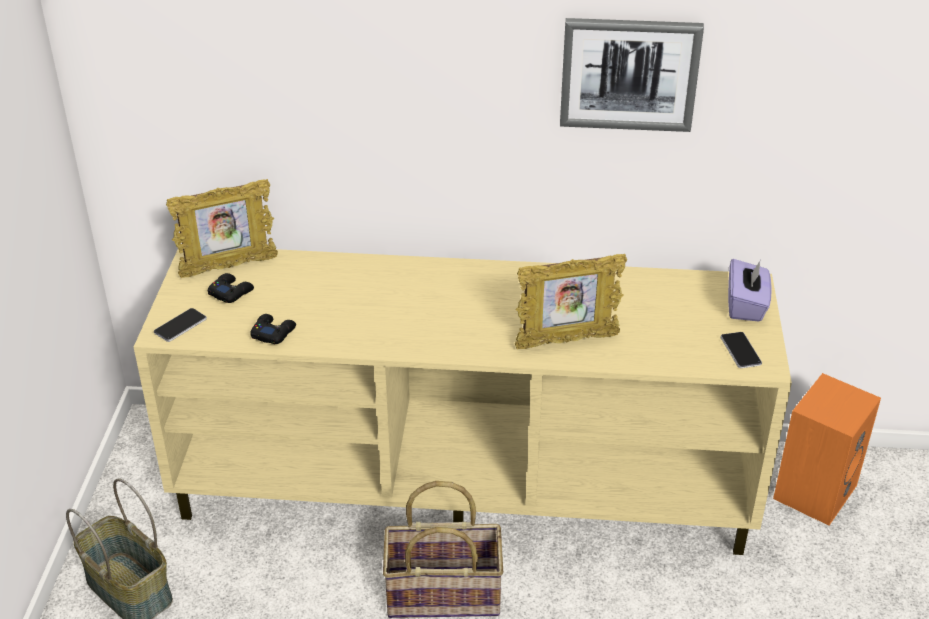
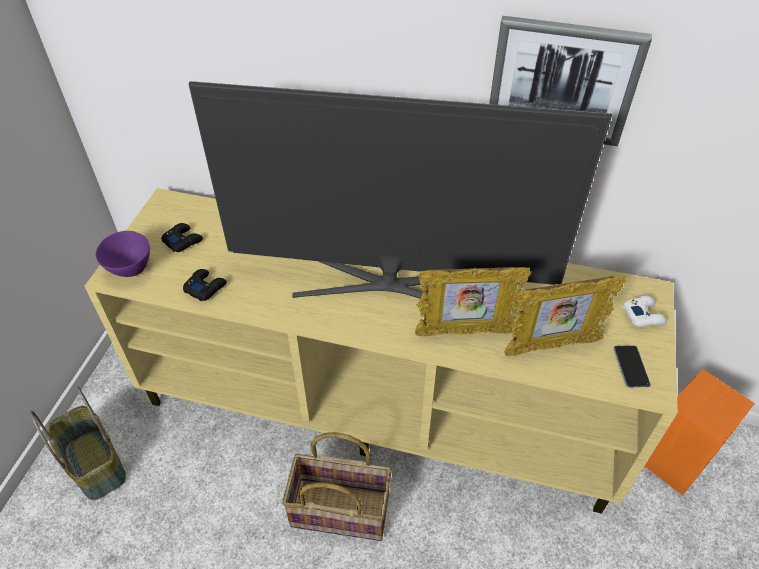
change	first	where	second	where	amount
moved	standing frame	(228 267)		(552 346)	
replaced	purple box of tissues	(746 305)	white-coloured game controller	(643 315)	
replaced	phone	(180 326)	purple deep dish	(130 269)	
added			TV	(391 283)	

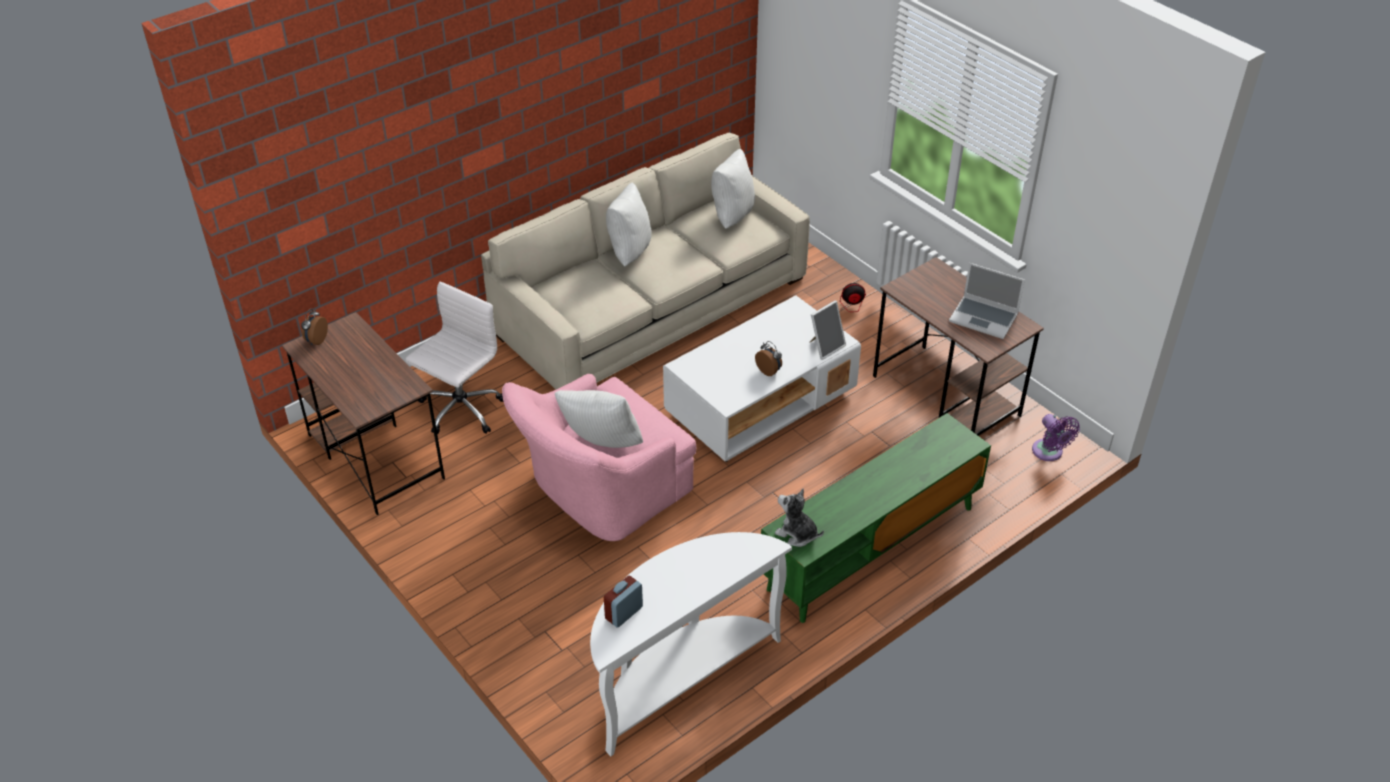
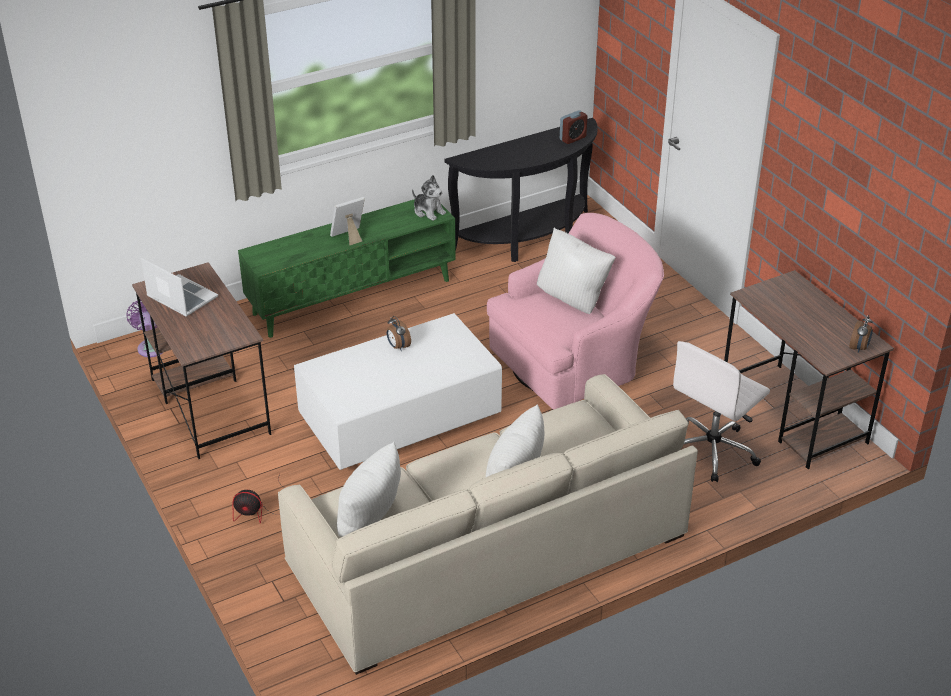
change	first	where	second	where	amount
moved	standing frame	(825 346)		(349 237)	
recoloured	white-coloured console table	(679 677)	black console table	(529 240)	

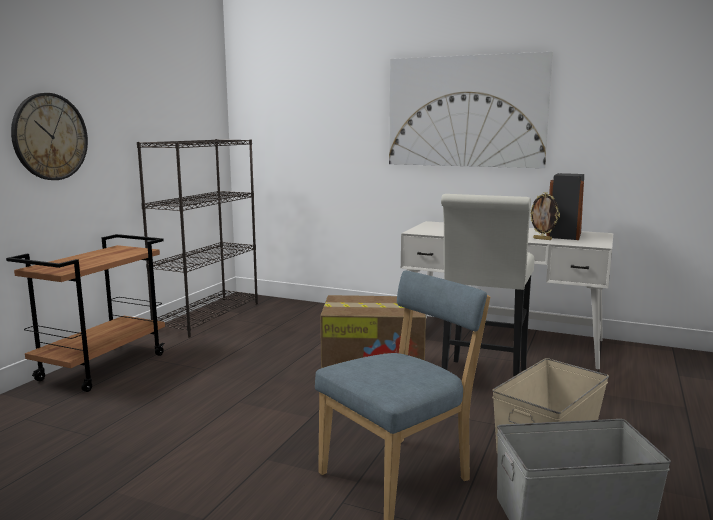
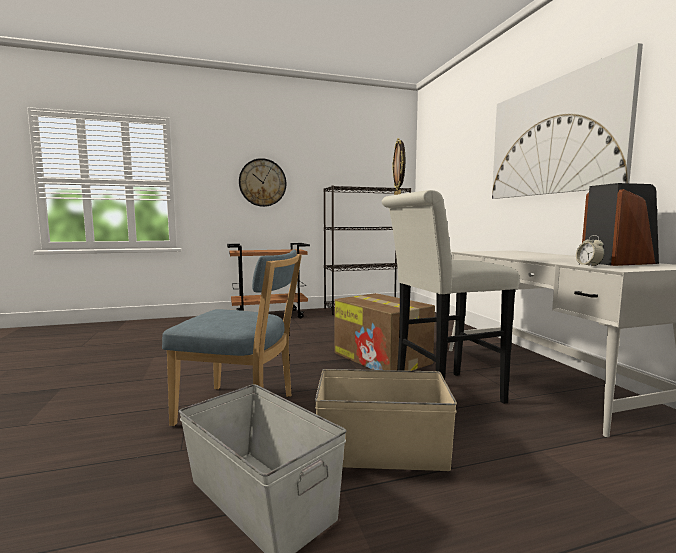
change	first	where	second	where	amount
moved	standing frame	(542 239)		(398 194)	
added			table clock	(588 266)	

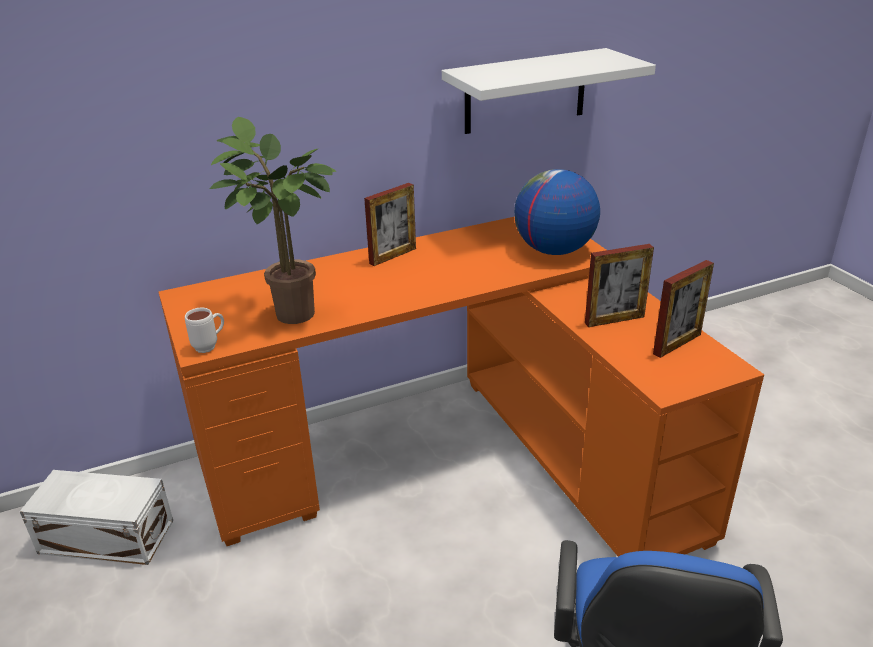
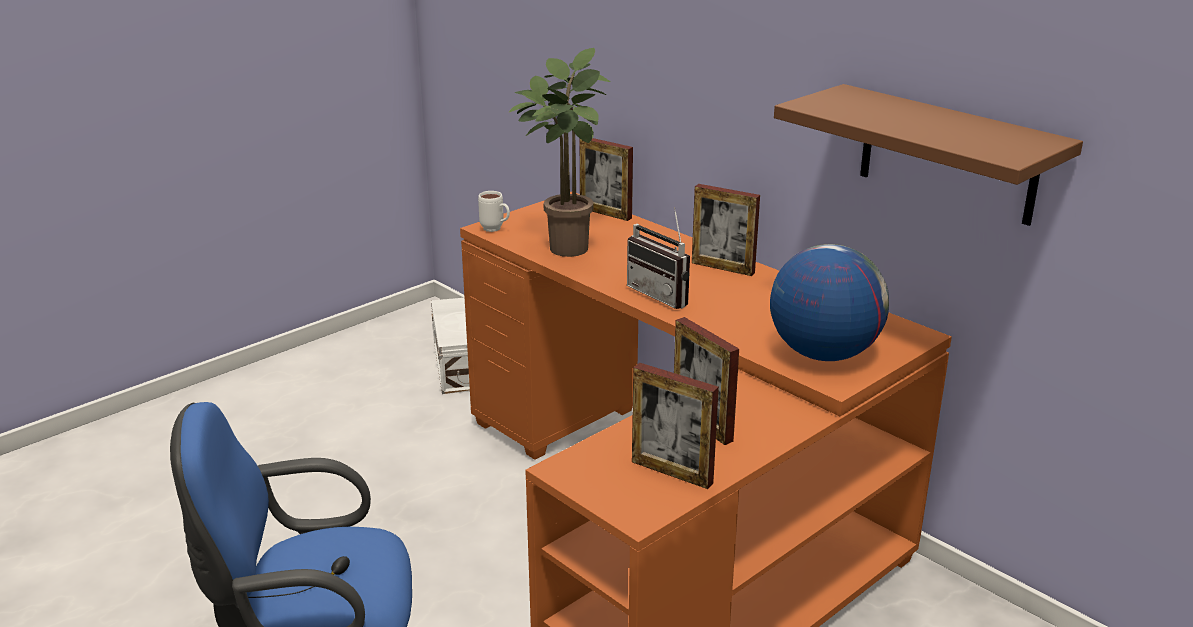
change	first	where	second	where	amount
recoloured	white-coloured bracket shelf	(525 91)	brownish bracket shelf	(948 155)	
added			standing frame	(605 213)	
added			radio receiver	(664 294)	

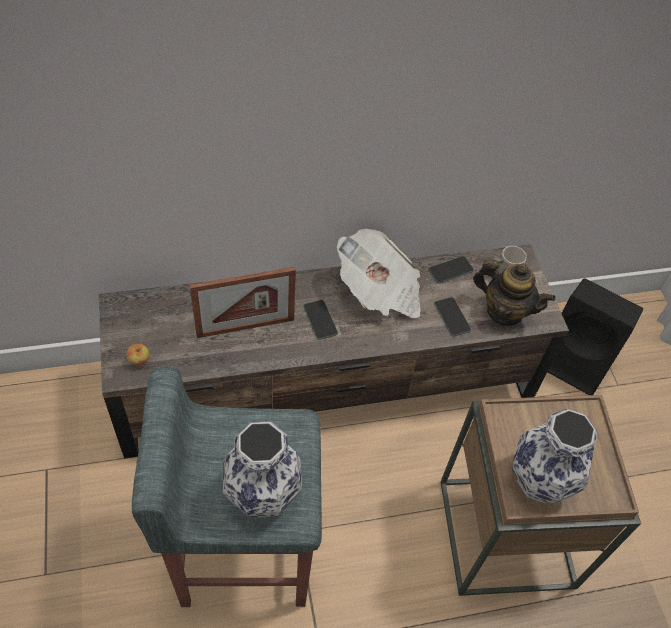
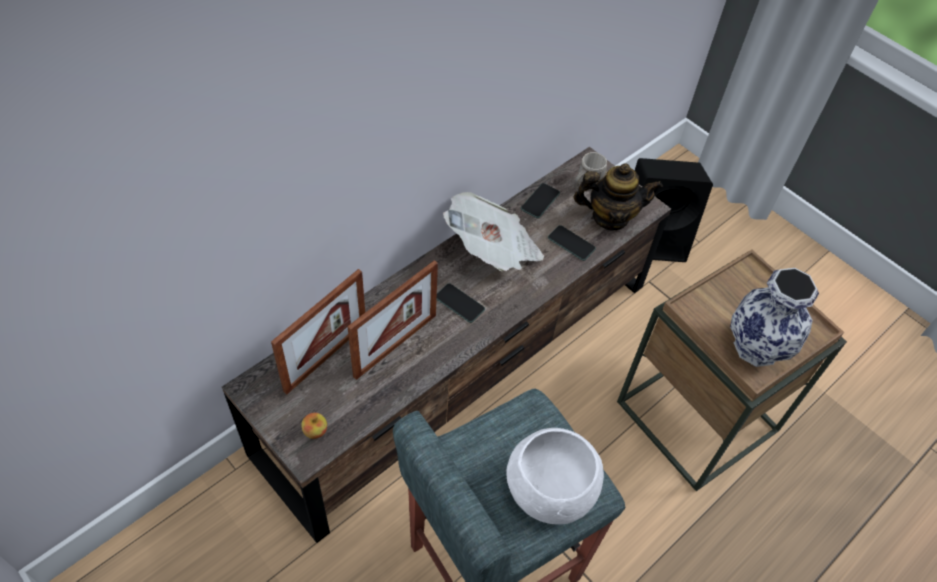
change	first	where	second	where	amount
replaced	flower vase	(261 494)	white-coloured deep dish	(550 490)	
added			standing frame	(326 357)	

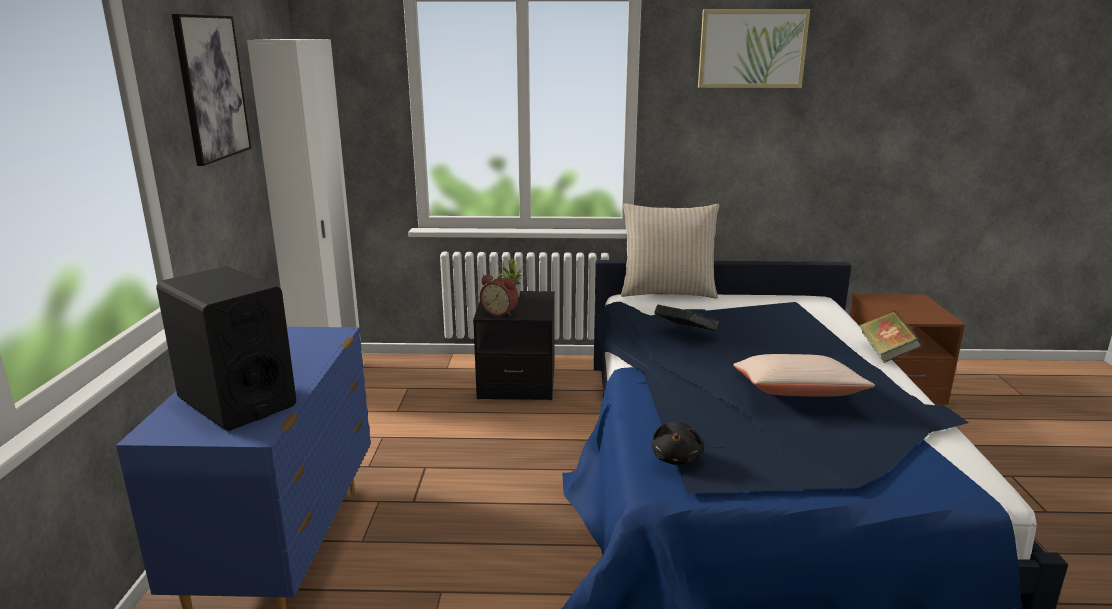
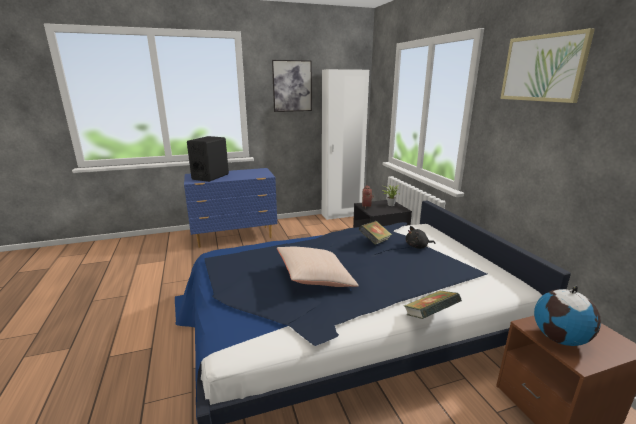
change	first	where	second	where	amount
removed	beige-coloured cushion	(667 292)			
moved	black cuddly toy	(677 458)		(418 246)	
added			world globe	(560 339)	

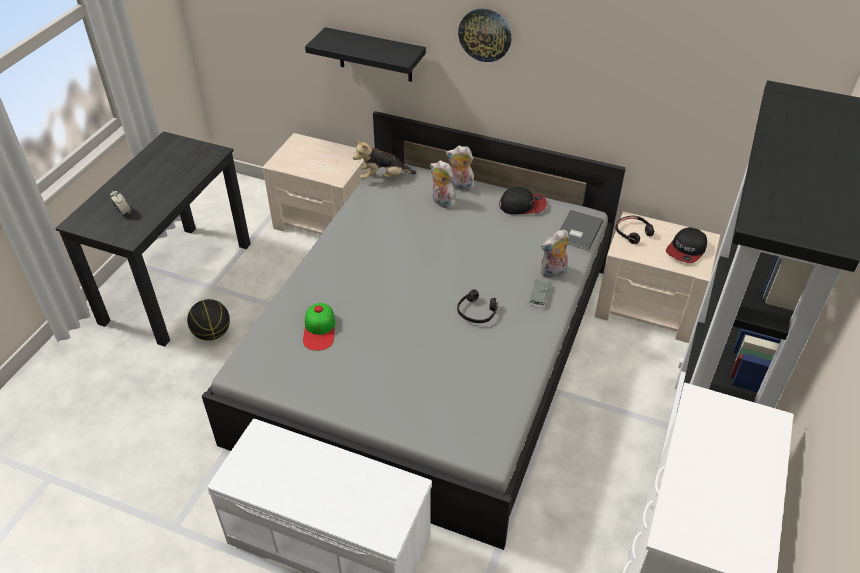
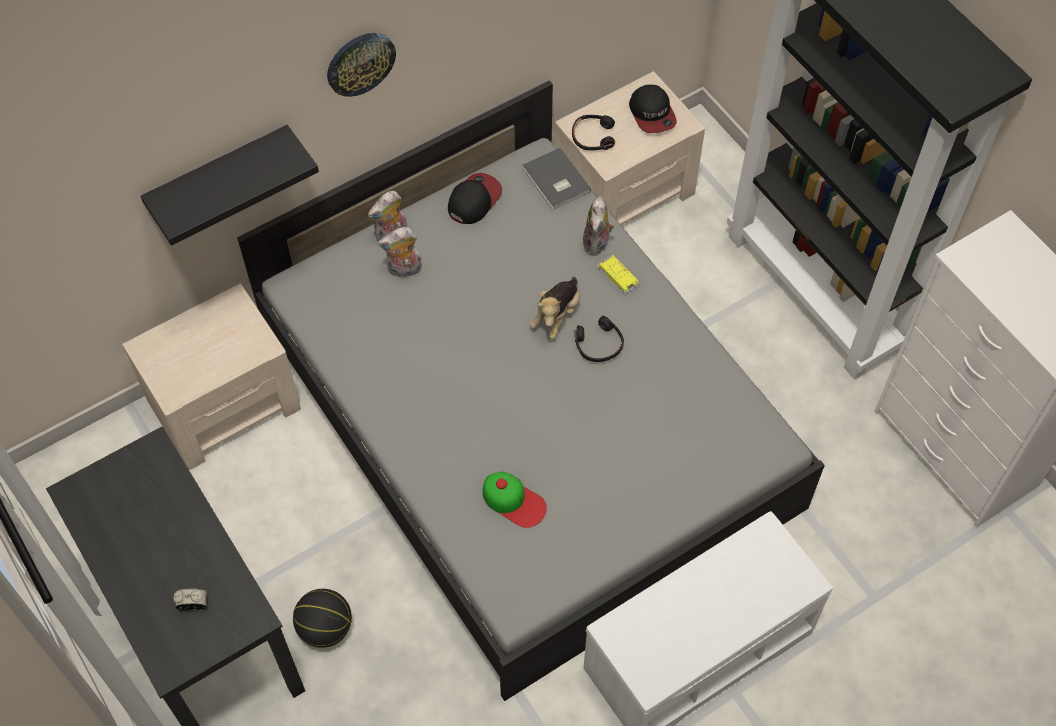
change	first	where	second	where	amount
moved	cuddly toy	(383 177)		(557 315)	
recoloured	gray miniature car	(539 295)	yellow miniature car	(618 276)	

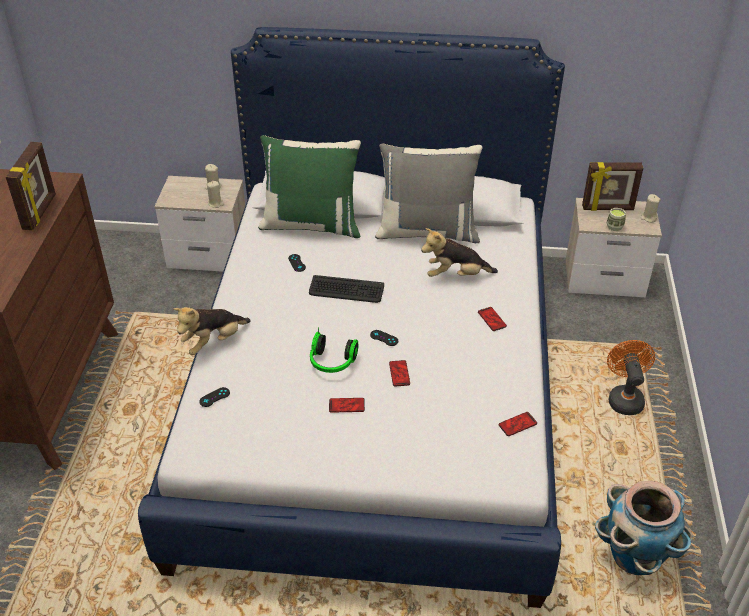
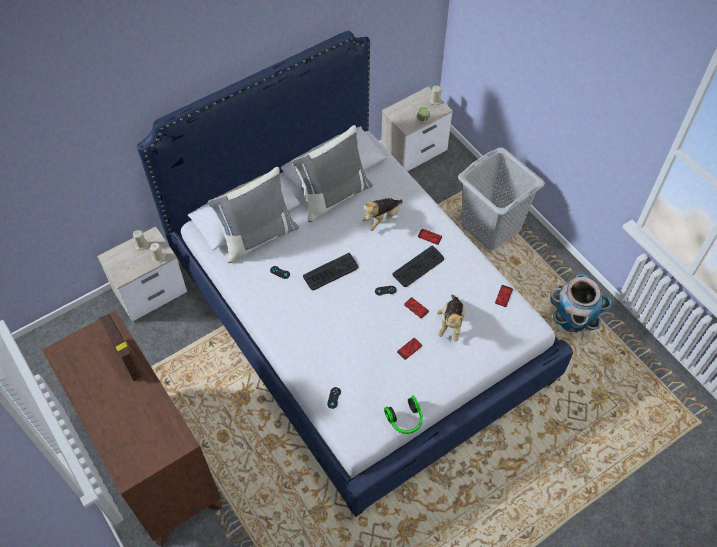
change	first	where	second	where	amount
recoloured	green-coloured cushion	(312 224)	gray cushion	(258 236)	
removed	standing frame	(607 208)			
moved	cuddly toy	(214 342)		(451 323)	
moved	pair of headphones	(332 363)		(405 420)	
replaced	orange cooling fan	(624 398)	gray laundry basket	(490 227)	
added			PC keyboard	(418 267)	

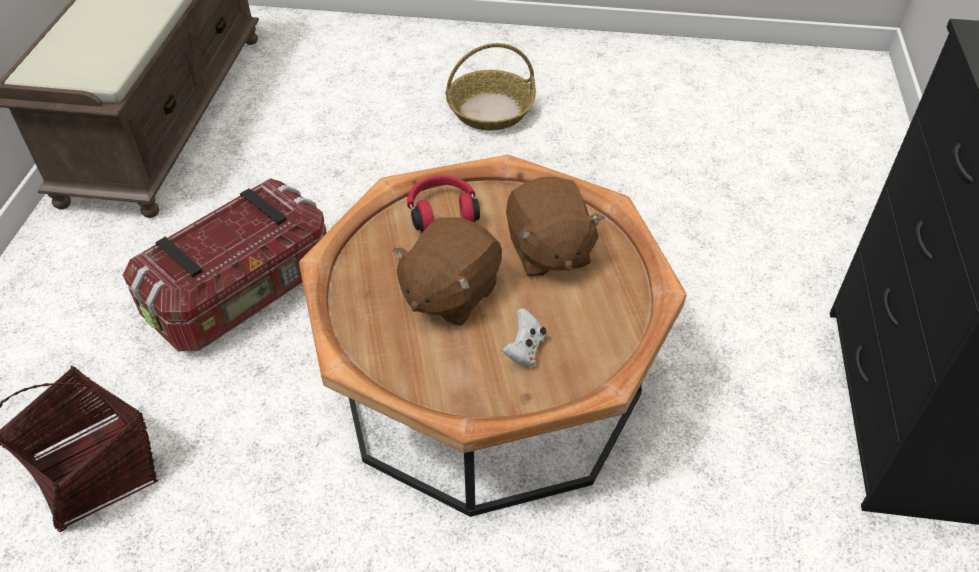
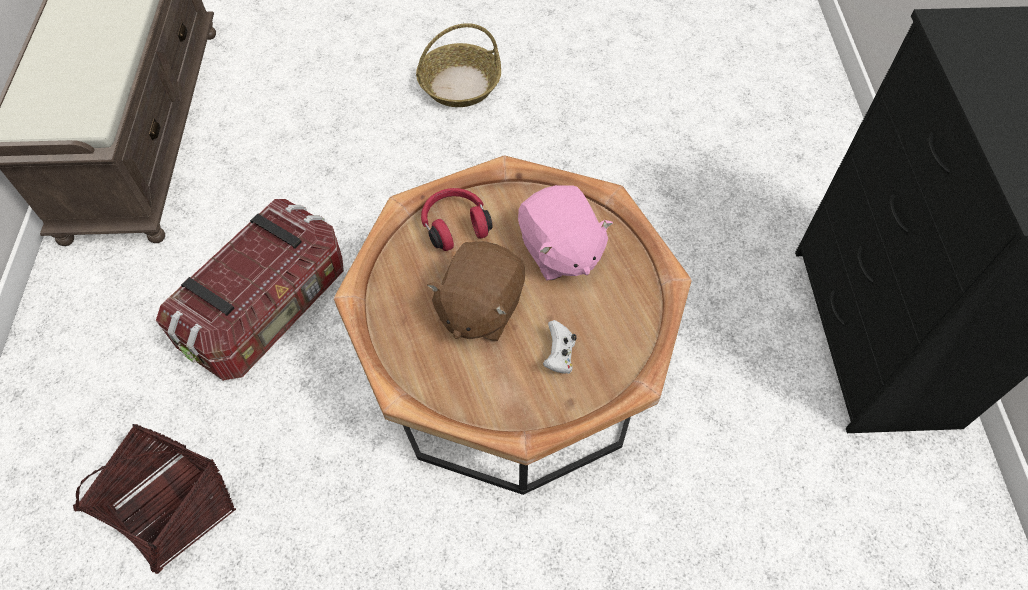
change	first	where	second	where	amount
recoloured	brownish cuddly toy	(548 251)	pinkish cuddly toy	(559 251)	

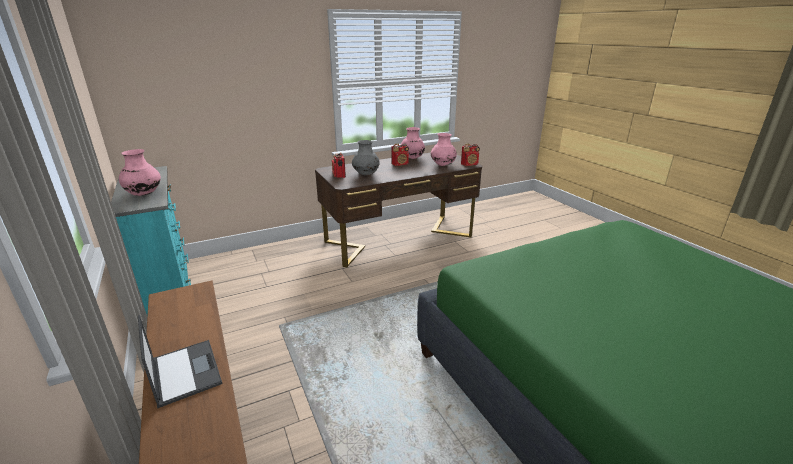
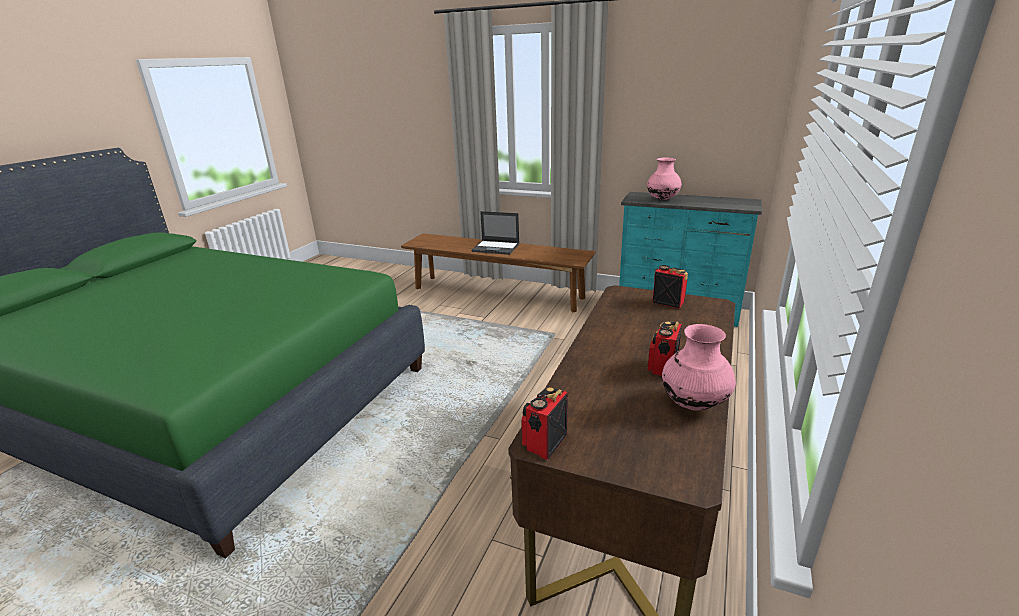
change	first	where	second	where	amount
removed	pinkish flower vase	(443 165)			
removed	gray flower vase	(366 174)			

